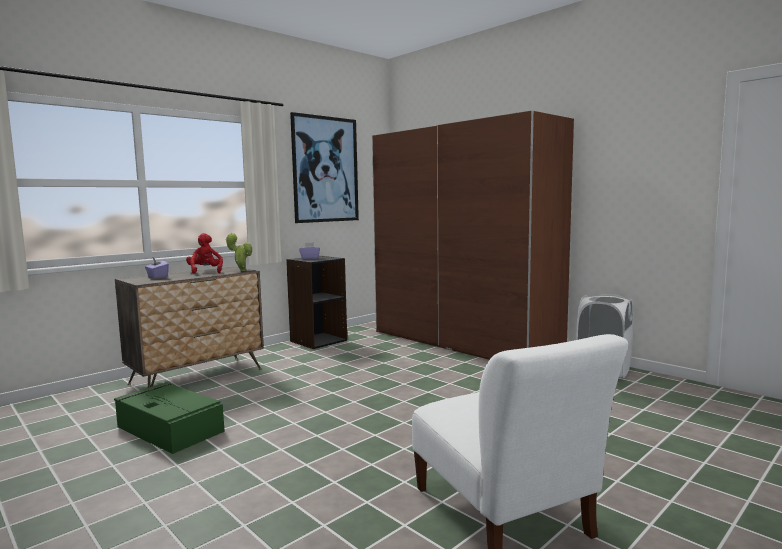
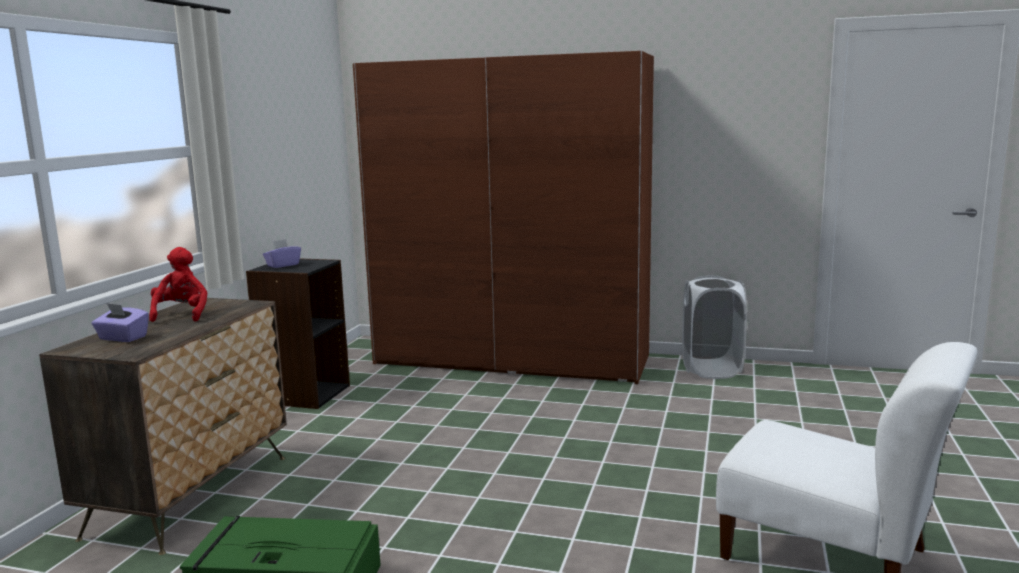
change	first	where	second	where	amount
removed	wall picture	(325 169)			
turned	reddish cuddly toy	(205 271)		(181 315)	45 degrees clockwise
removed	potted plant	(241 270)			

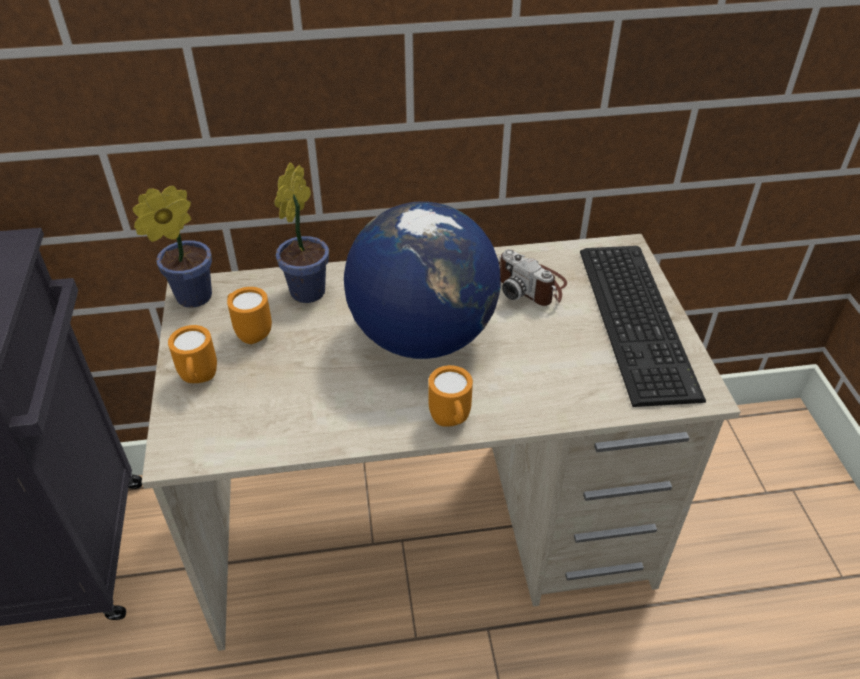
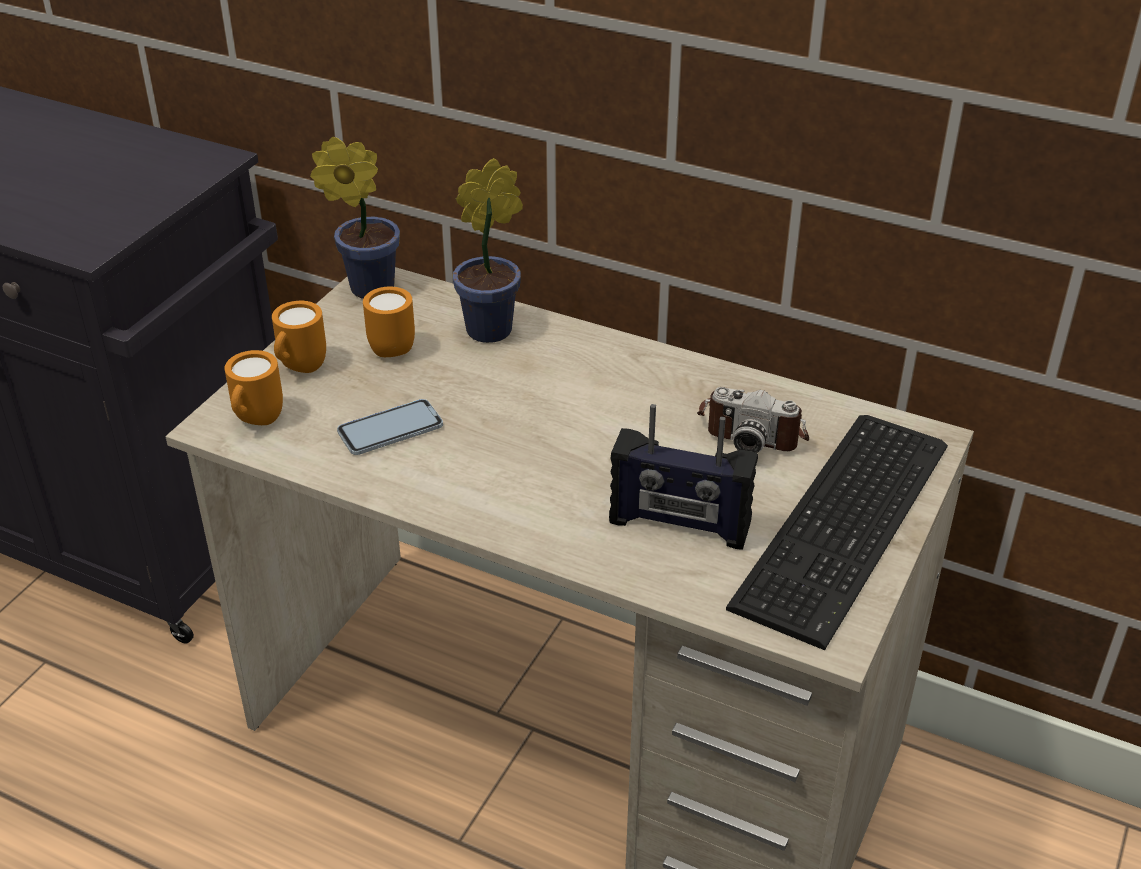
change	first	where	second	where	amount
removed	world globe	(422 336)			
turned	photo camera	(531 285)		(753 428)	60 degrees counterclockwise
moved	orange coffee mug	(451 422)		(256 422)	
added			phone	(390 429)	
added			radio receiver	(679 525)	

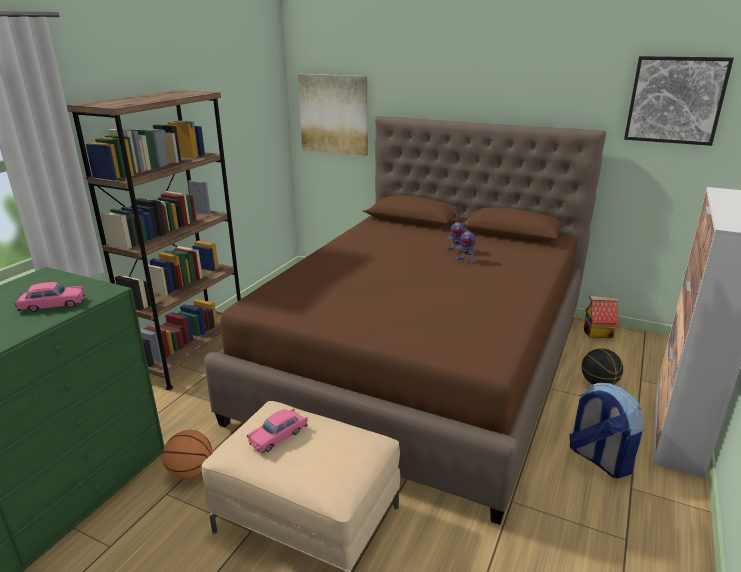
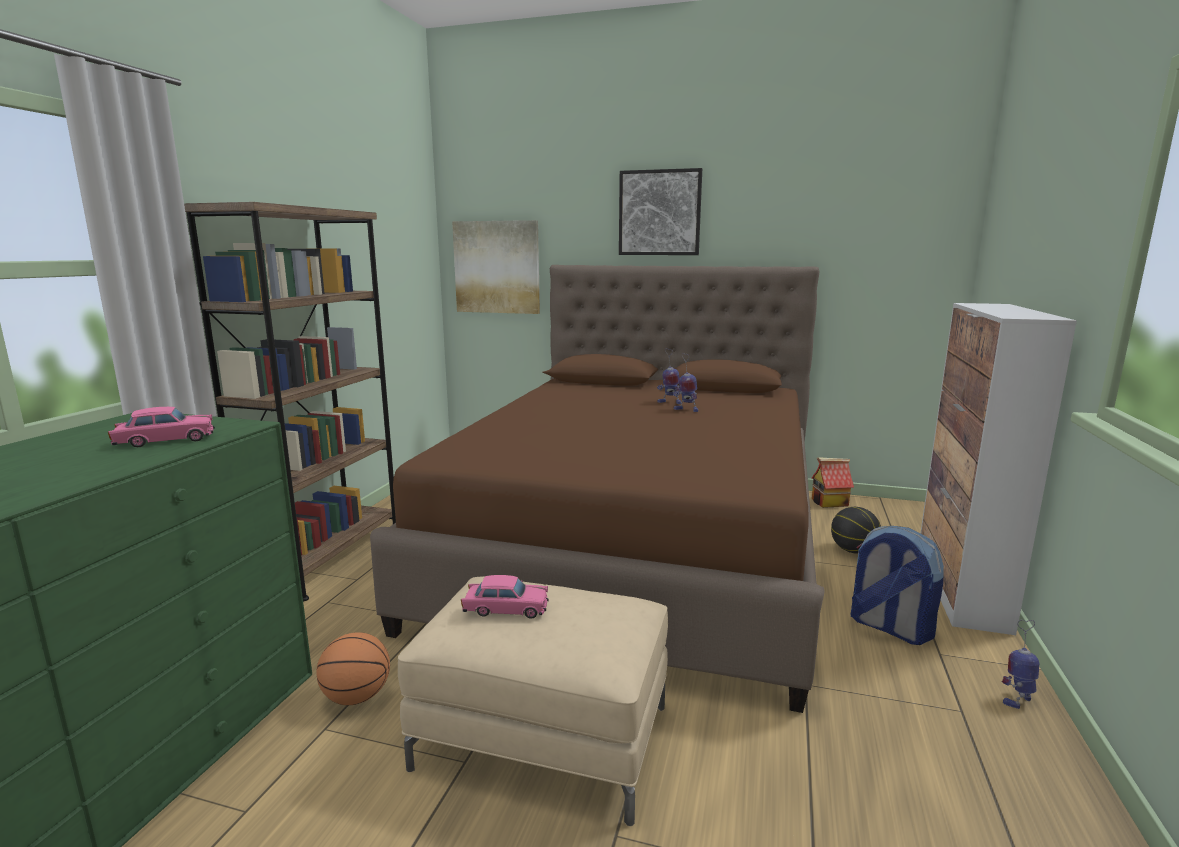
change	first	where	second	where	amount
moved	wall picture	(675 100)		(659 213)	
turned	pinkish miniature car	(278 436)		(506 608)	120 degrees counterclockwise
added			model robot	(1017 699)	

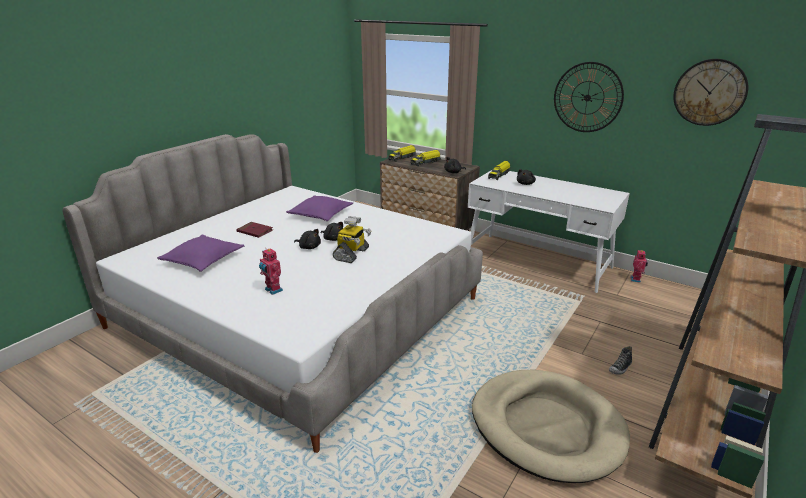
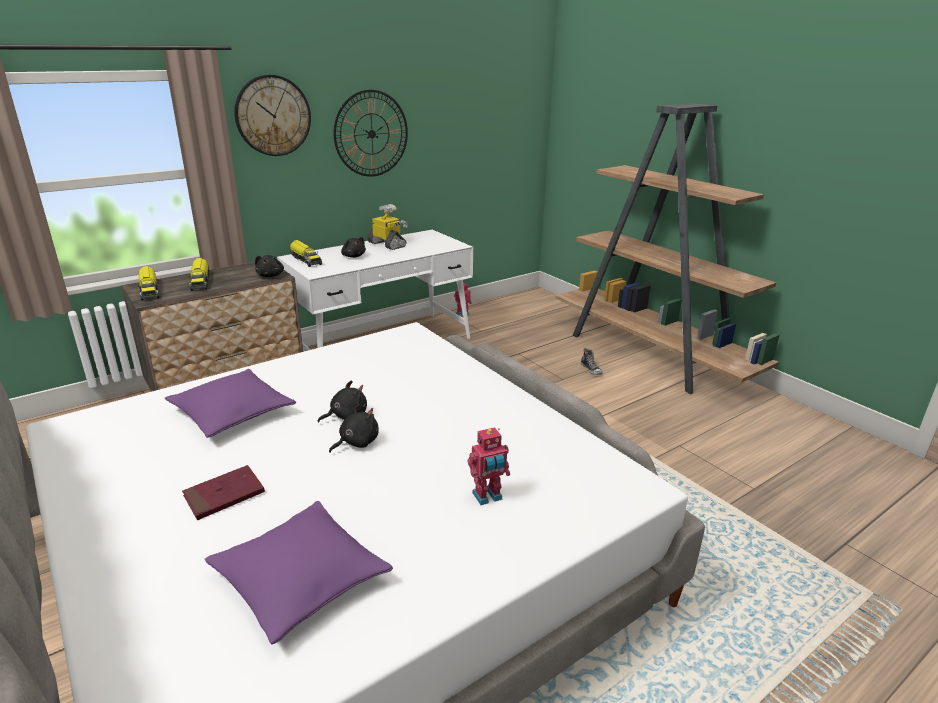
change	first	where	second	where	amount
moved	hanging clock	(709 92)		(273 116)	
moved	model robot	(352 254)		(387 244)	
removed	beige-coloured pet bed	(546 427)			

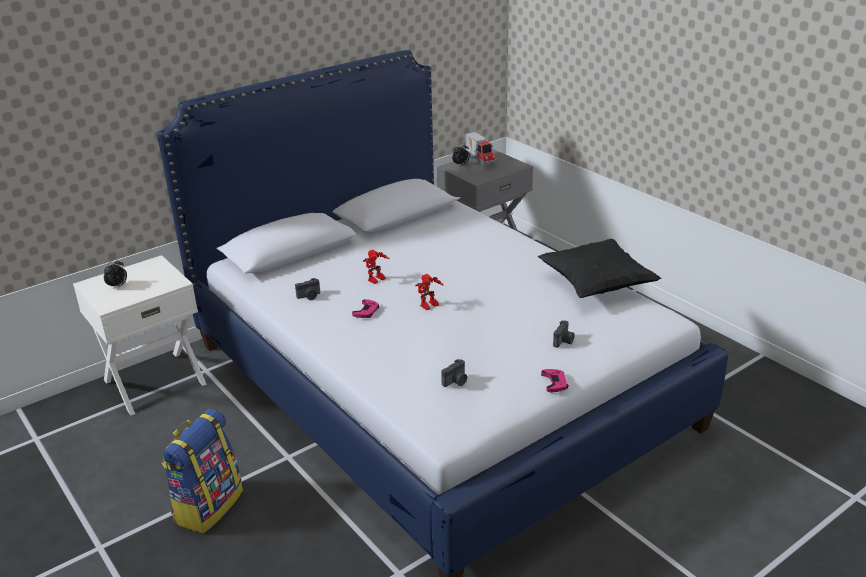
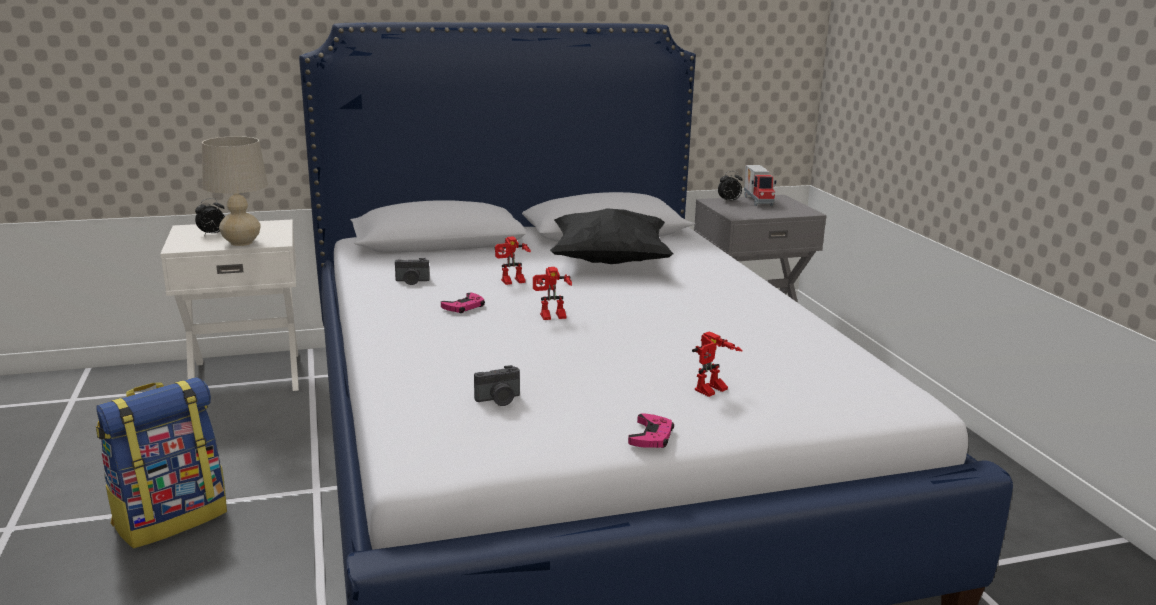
change	first	where	second	where	amount
moved	black cushion	(596 285)		(609 262)	
replaced	photo camera	(564 341)	model robot	(712 391)	
added			beige-coloured lamp for a table	(241 242)	

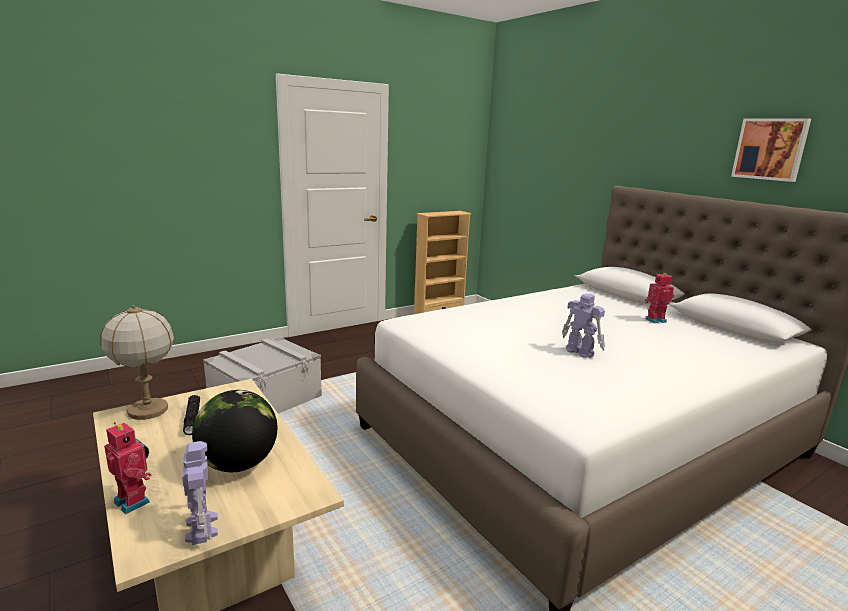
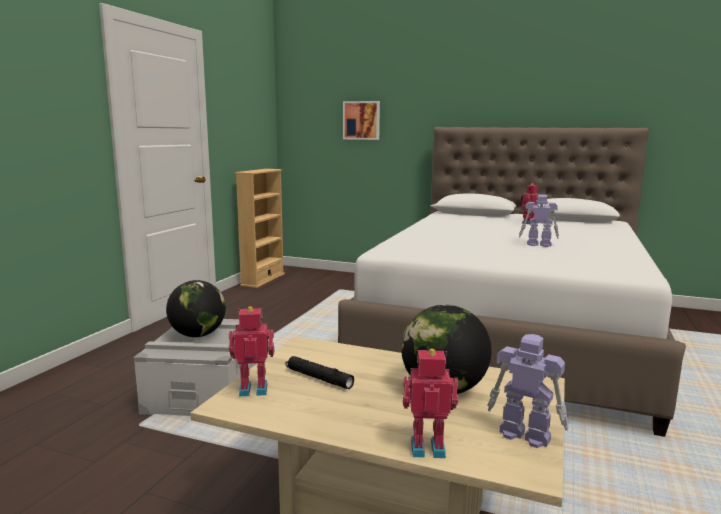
change	first	where	second	where	amount
moved	wall picture	(770 149)		(361 120)	
replaced	lamp for a table	(147 410)	model robot	(253 388)	
added			world globe	(198 335)	

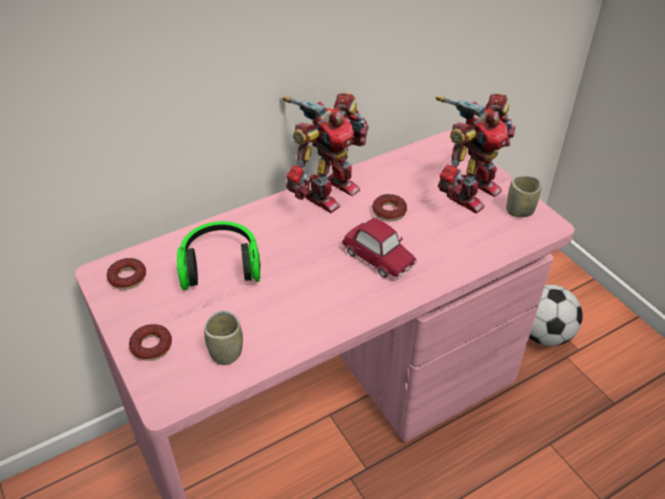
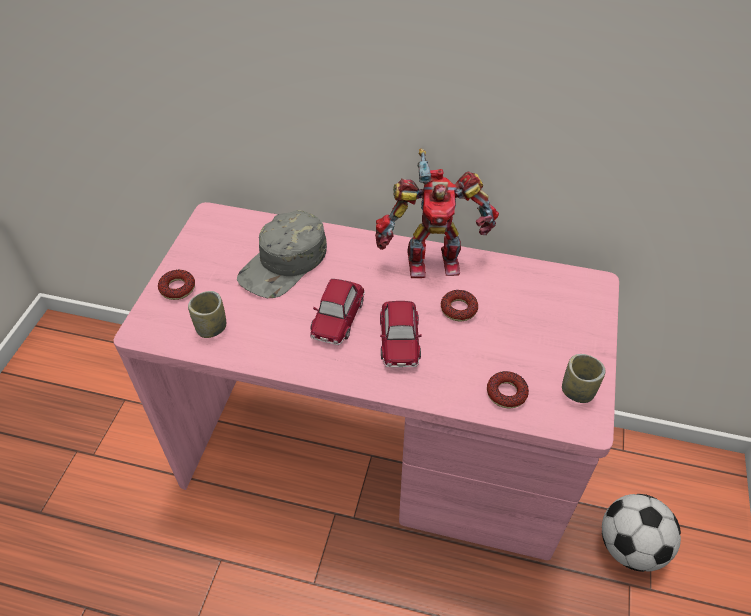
change	first	where	second	where	amount
removed	model robot	(470 192)			
replaced	pair of headphones	(220 265)	gray baseball cap	(284 263)	
moved	ring doughnut	(127 277)		(506 393)	
added			miniature car	(337 318)	

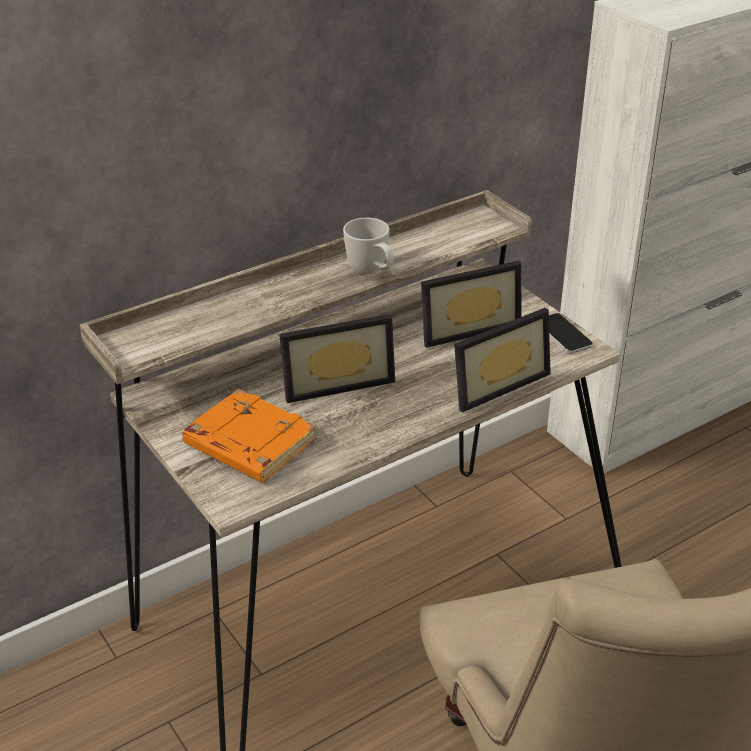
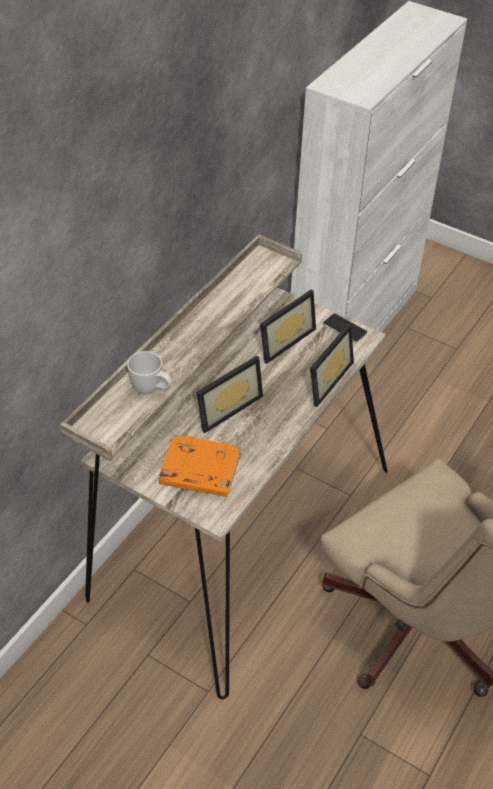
change	first	where	second	where	amount
moved	white-coloured coffee mug	(372 272)		(151 390)	

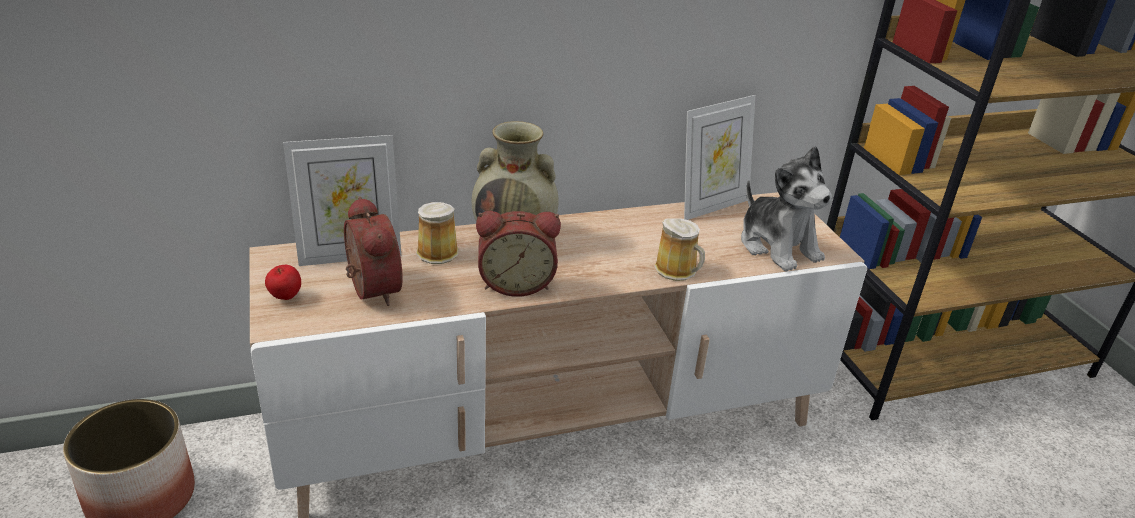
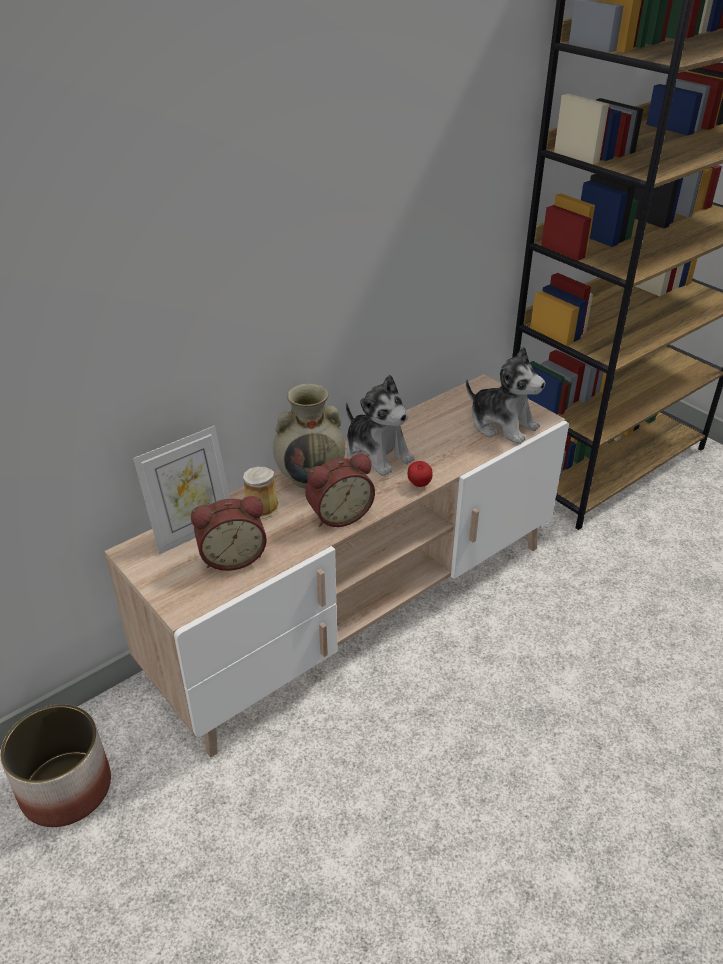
change	first	where	second	where	amount
removed	standing frame	(711 206)			
turned	table clock	(369 290)		(232 556)	120 degrees clockwise
removed	coffee mug	(678 271)			
moved	apple fruit	(285 297)		(419 485)	
added			cuddly toy	(377 454)	

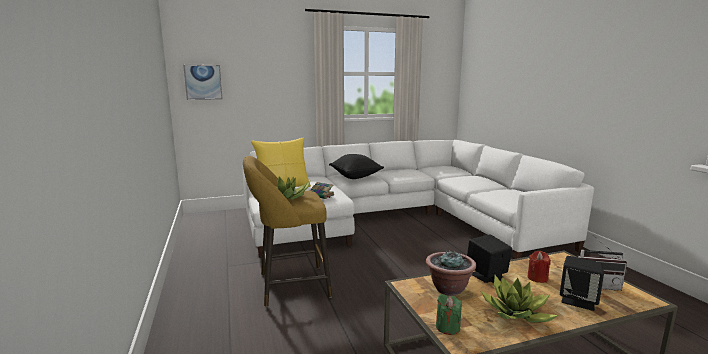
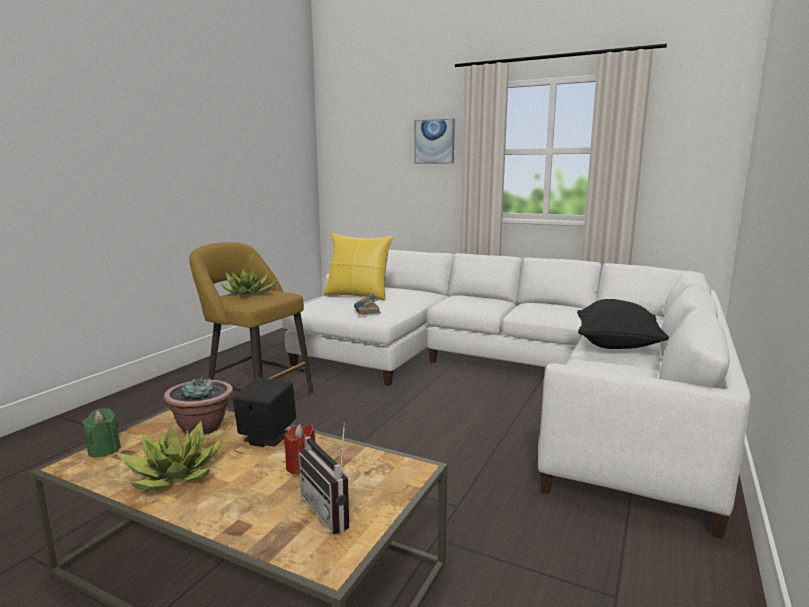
change	first	where	second	where	amount
moved	wall picture	(203 82)		(434 141)	
moved	black cushion	(355 177)		(616 345)	
removed	black loudspeaker	(578 300)			

